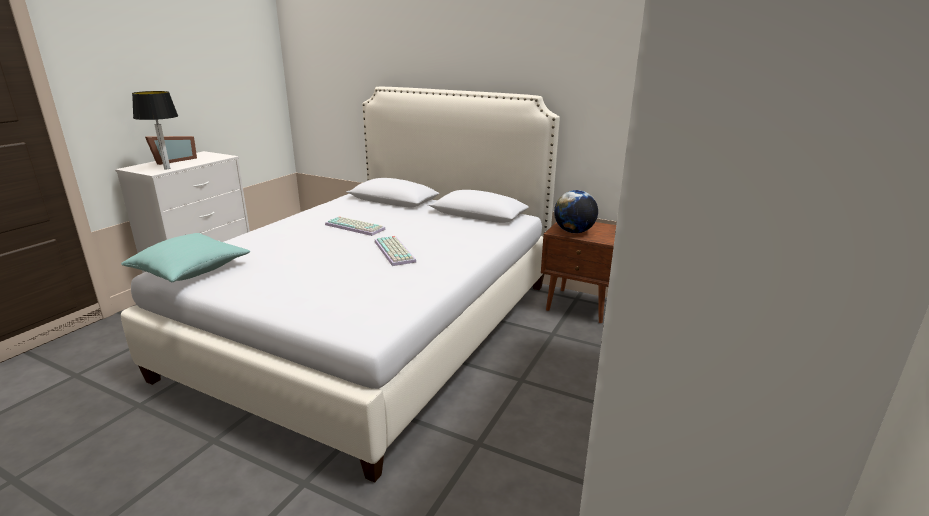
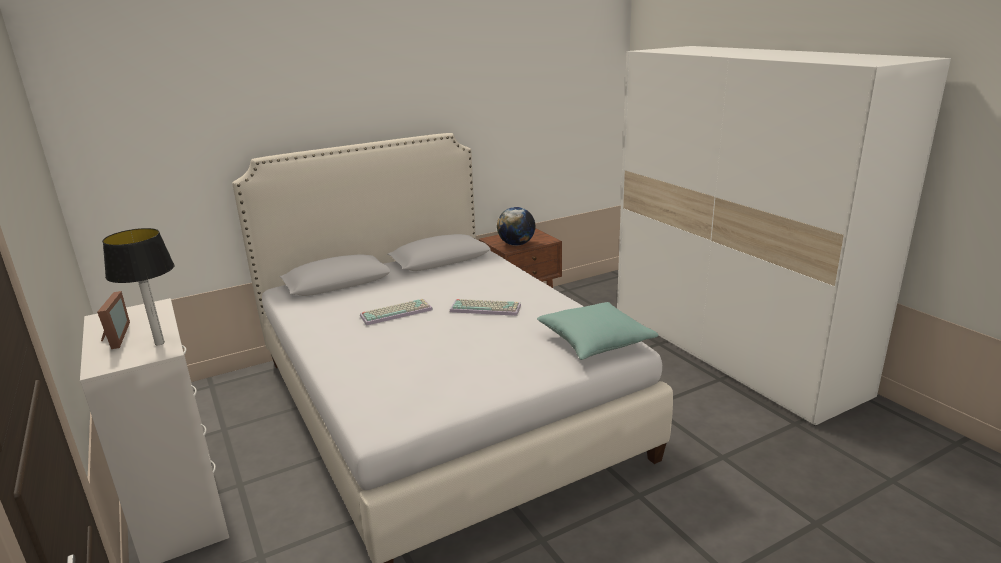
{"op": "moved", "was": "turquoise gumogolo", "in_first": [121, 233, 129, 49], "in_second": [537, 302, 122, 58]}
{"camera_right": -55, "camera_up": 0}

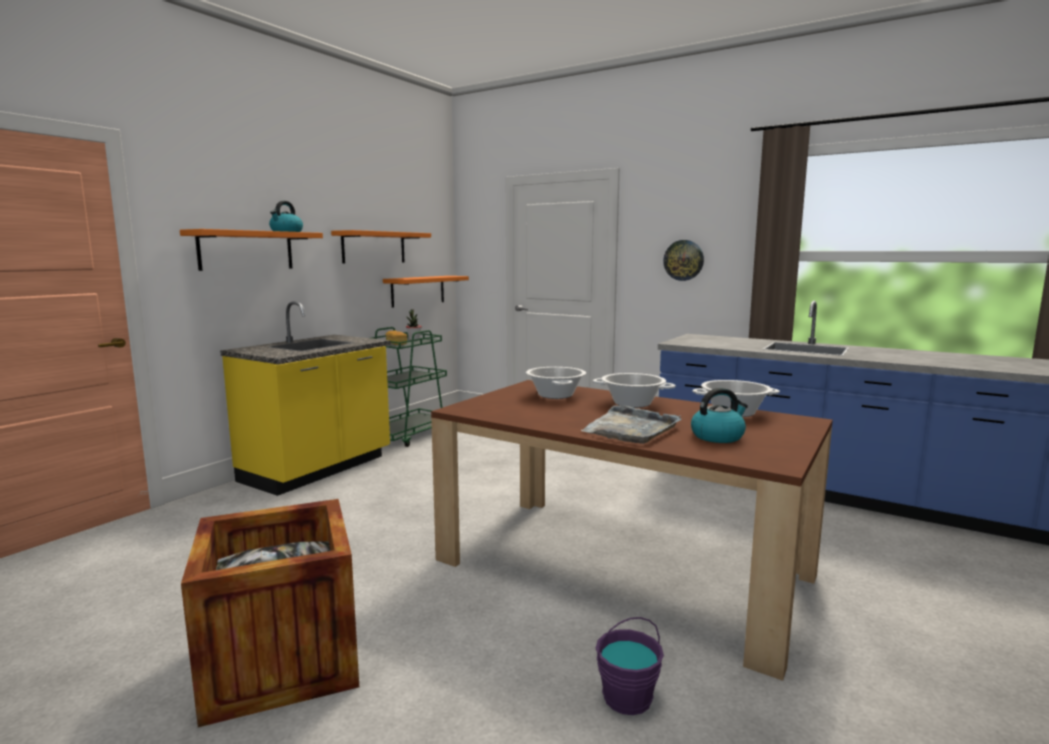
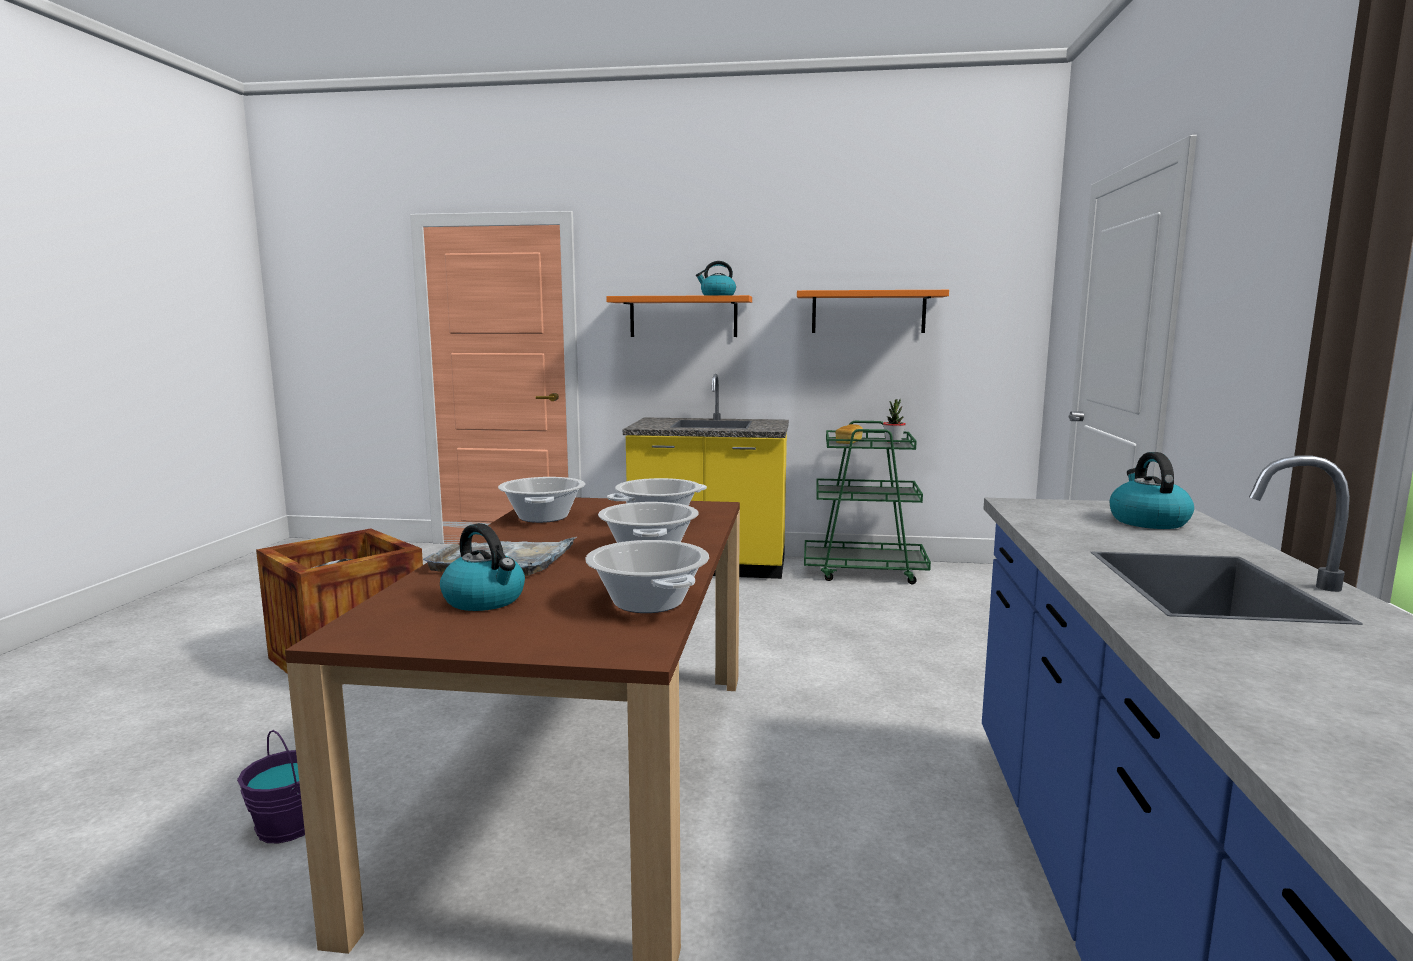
{"op": "removed", "was": "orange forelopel", "in_first": [383, 276, 86, 32]}
{"op": "removed", "was": "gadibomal", "in_first": [663, 240, 41, 41]}
{"op": "added", "now": "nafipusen", "in_second": [498, 477, 87, 46]}
{"op": "added", "now": "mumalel", "in_second": [1110, 452, 84, 77]}
{"camera_right": 65, "camera_up": 0}

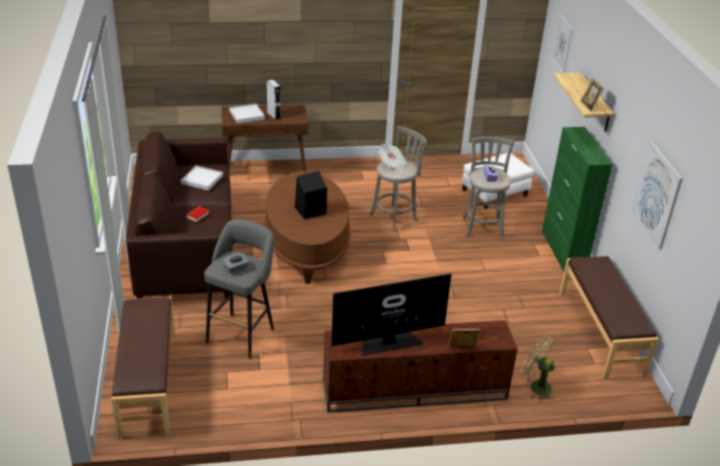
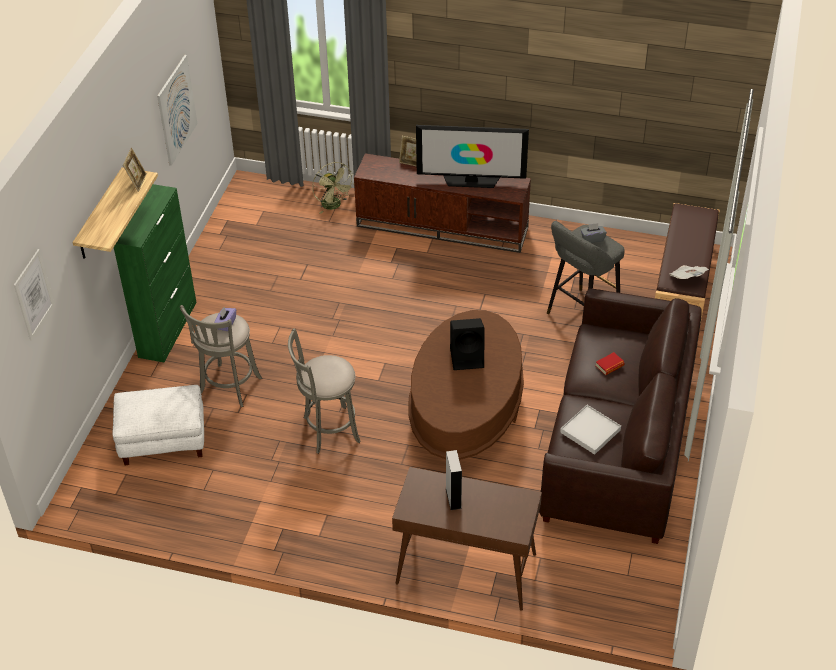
{"op": "removed", "was": "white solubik", "in_first": [229, 103, 36, 21]}
{"op": "removed", "was": "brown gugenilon", "in_first": [559, 256, 100, 124]}
{"op": "moved", "was": "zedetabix", "in_first": [378, 144, 29, 28], "in_second": [669, 265, 40, 14]}
{"camera_right": -155, "camera_up": 10}

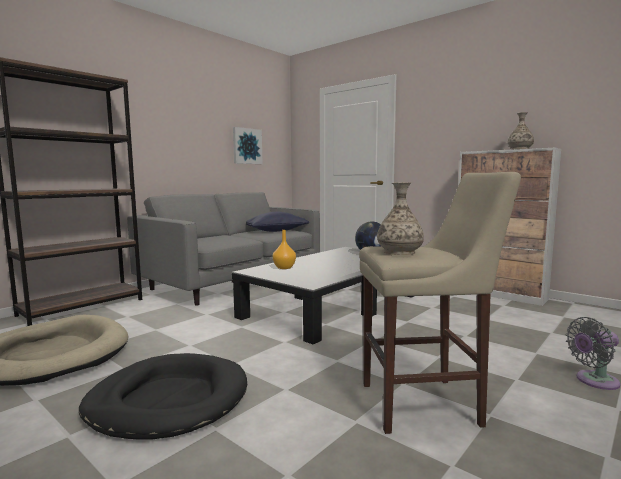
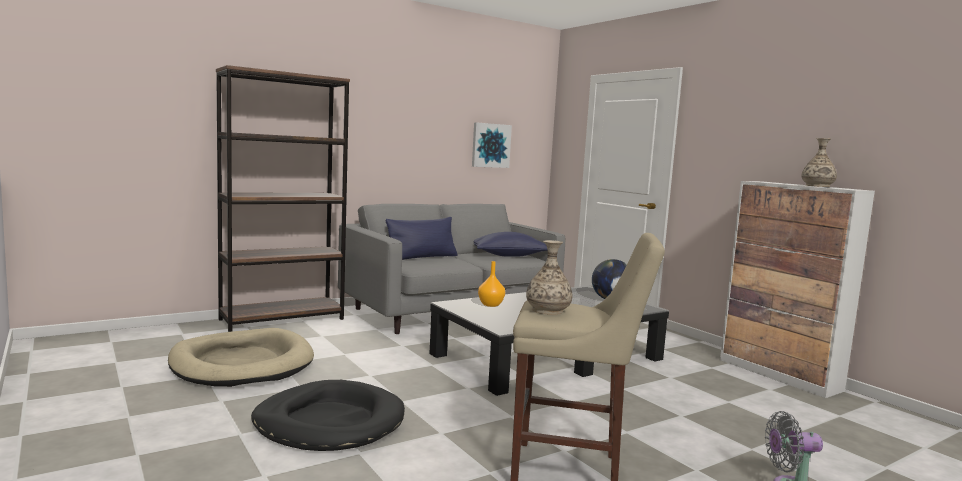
{"op": "added", "now": "blue gumogolo", "in_second": [386, 217, 72, 43]}
{"camera_right": 15, "camera_up": 0}

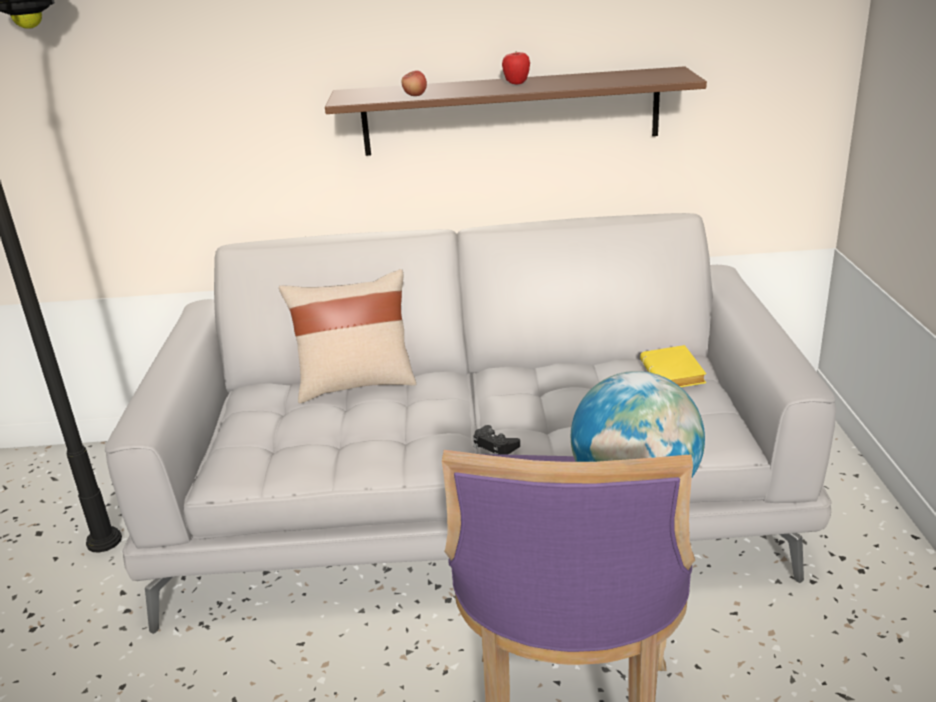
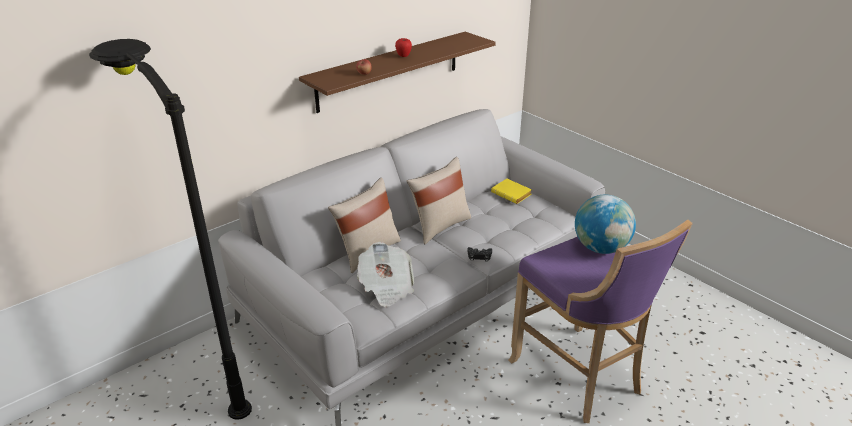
{"op": "added", "now": "zedetabix", "in_second": [357, 242, 57, 65]}
{"op": "added", "now": "beige gumogolo", "in_second": [407, 157, 64, 87]}
{"camera_right": -40, "camera_up": 5}

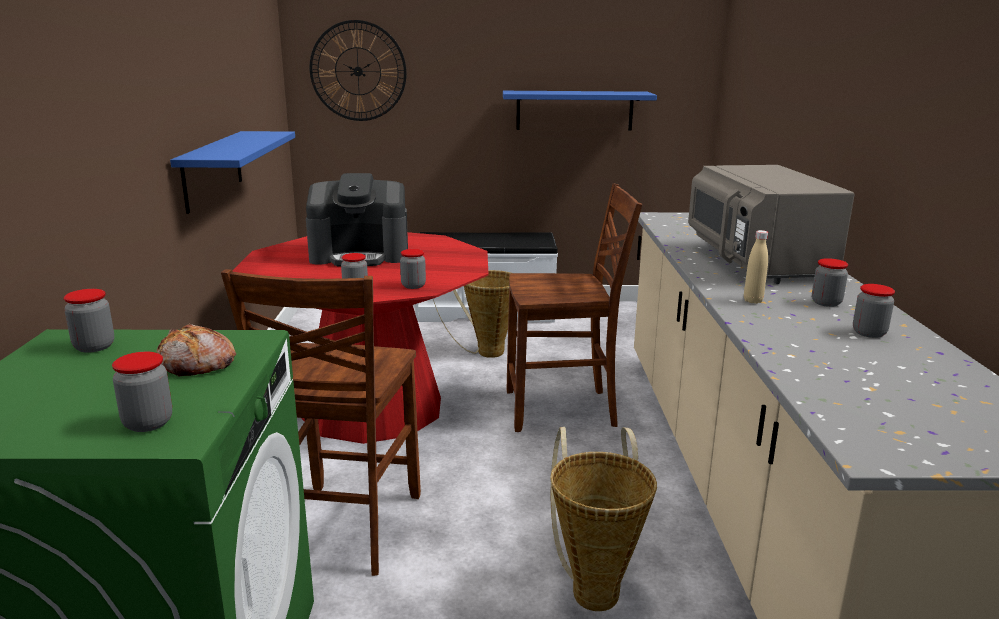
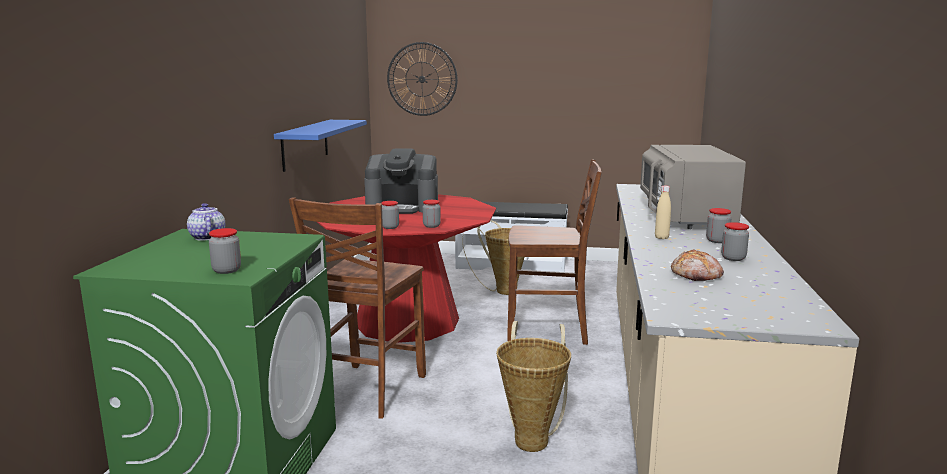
{"op": "removed", "was": "blue forelopel", "in_first": [503, 91, 154, 39]}
{"op": "moved", "was": "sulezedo", "in_first": [156, 324, 80, 53], "in_second": [671, 249, 53, 32]}
{"op": "replaced", "was": "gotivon", "now": "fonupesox", "in_first": [64, 289, 50, 64], "in_second": [187, 203, 38, 38]}
{"camera_right": 10, "camera_up": -5}

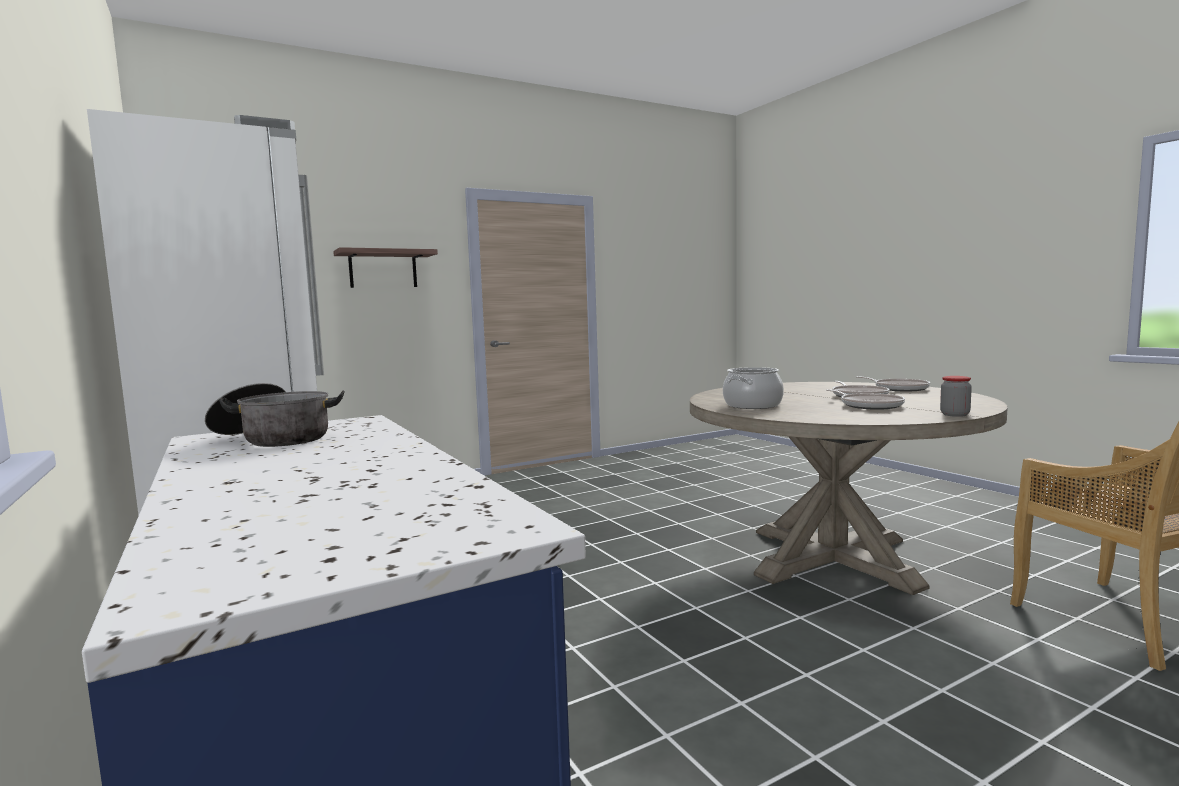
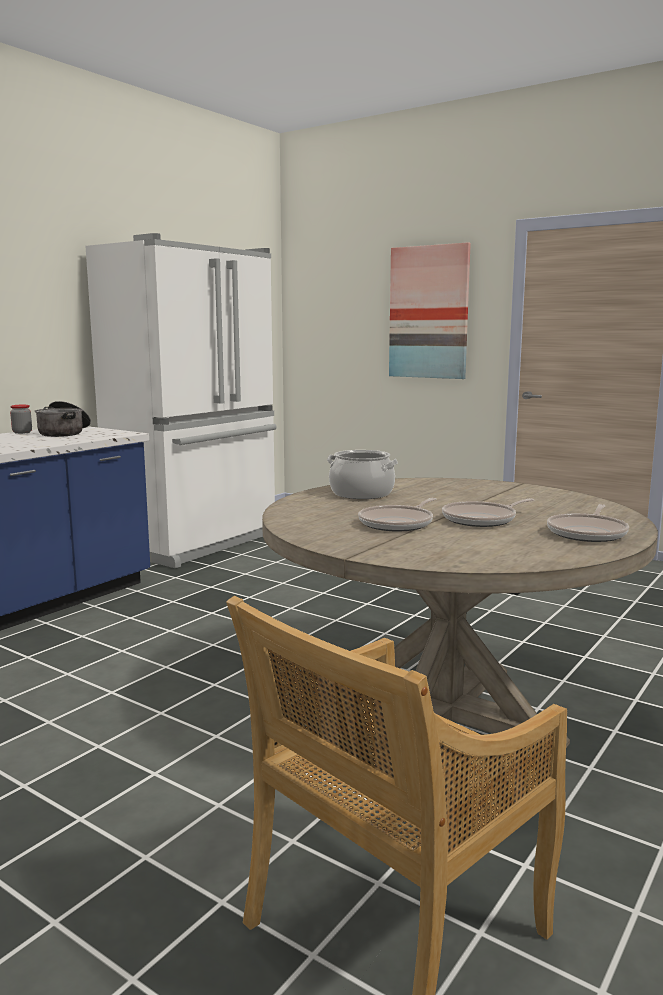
{"op": "moved", "was": "gotivon", "in_first": [940, 376, 32, 41], "in_second": [10, 405, 22, 29]}
{"op": "replaced", "was": "forelopel", "now": "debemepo", "in_first": [333, 247, 105, 41], "in_second": [389, 242, 82, 137]}
{"camera_right": 65, "camera_up": 5}

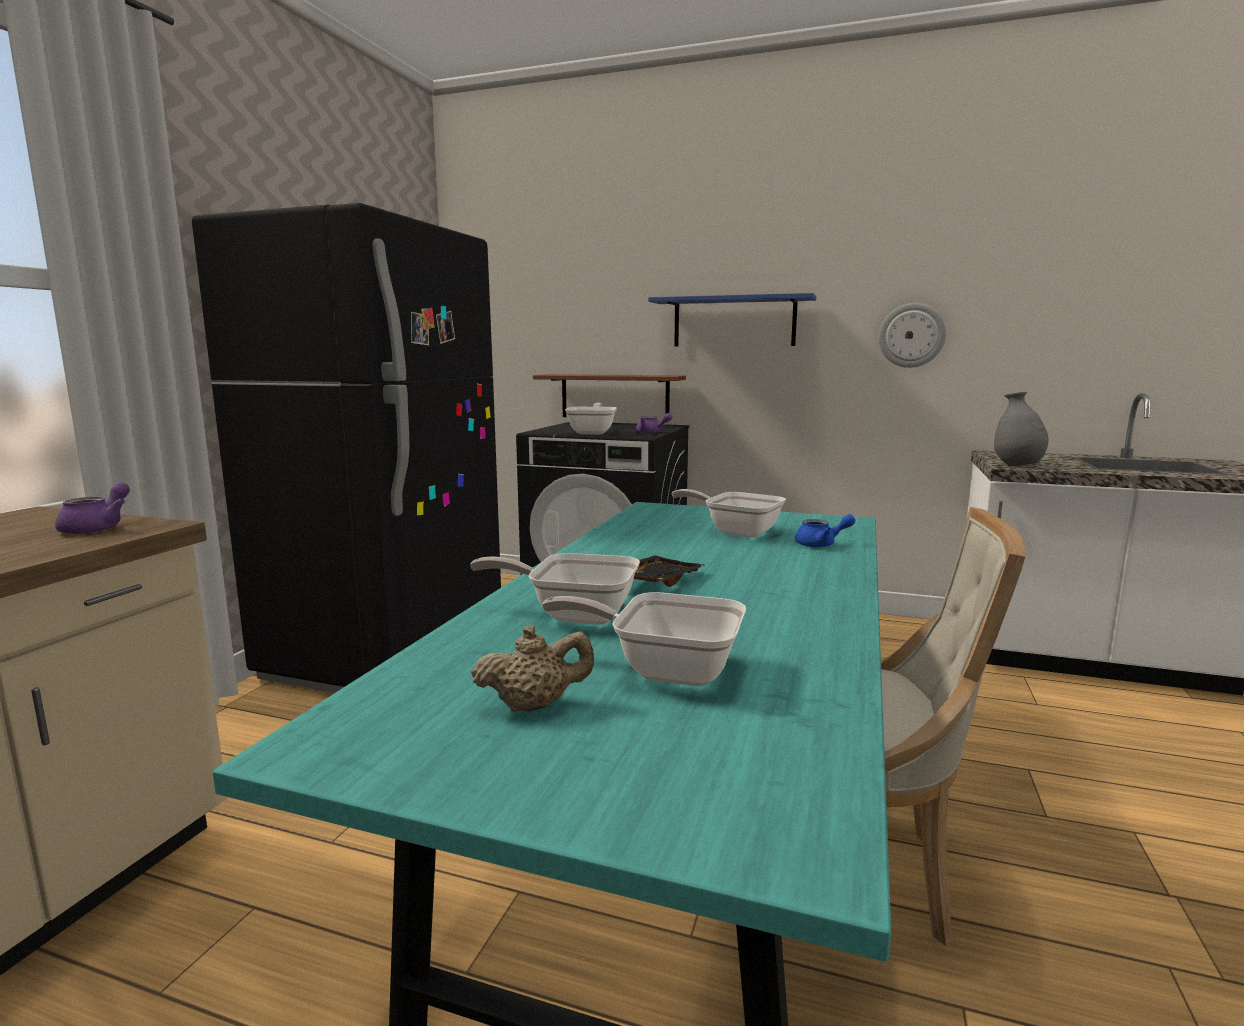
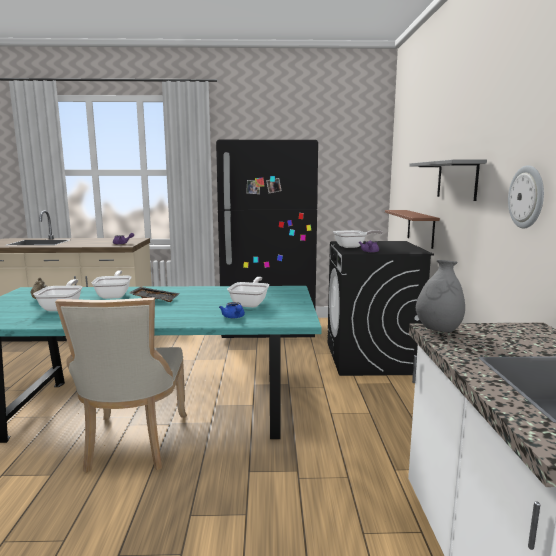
{"op": "recoloured", "was": "blue forelopel", "now": "grey forelopel", "in_first": [648, 293, 168, 53], "in_second": [410, 159, 77, 42]}
{"camera_right": 70, "camera_up": 0}

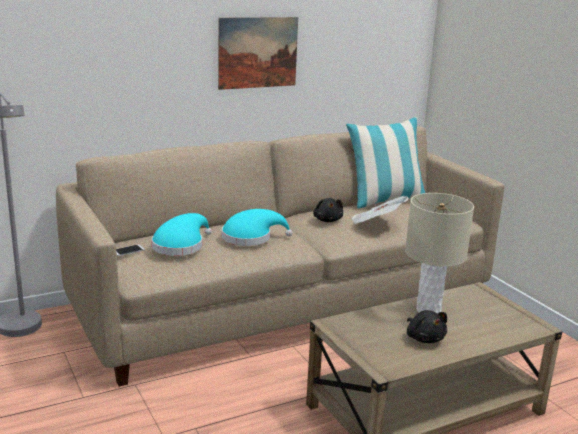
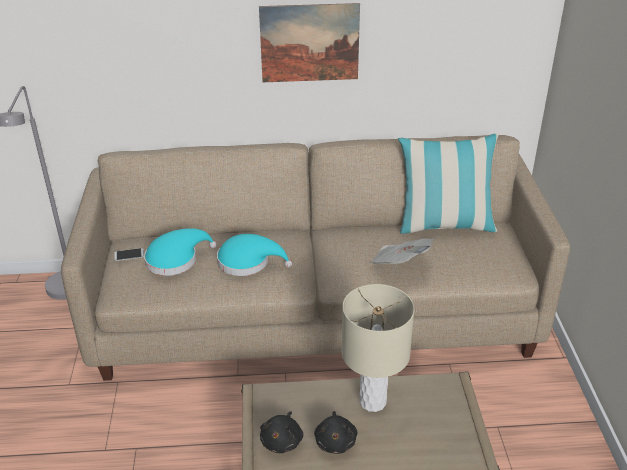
{"op": "moved", "was": "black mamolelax", "in_first": [313, 198, 30, 24], "in_second": [260, 411, 43, 42]}
{"camera_right": 25, "camera_up": 15}

